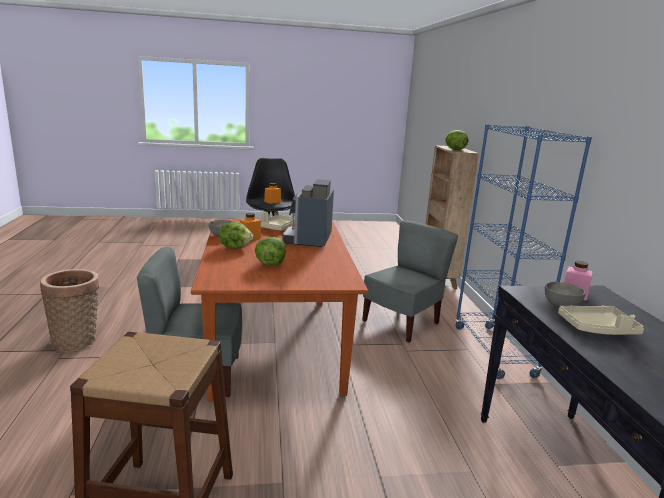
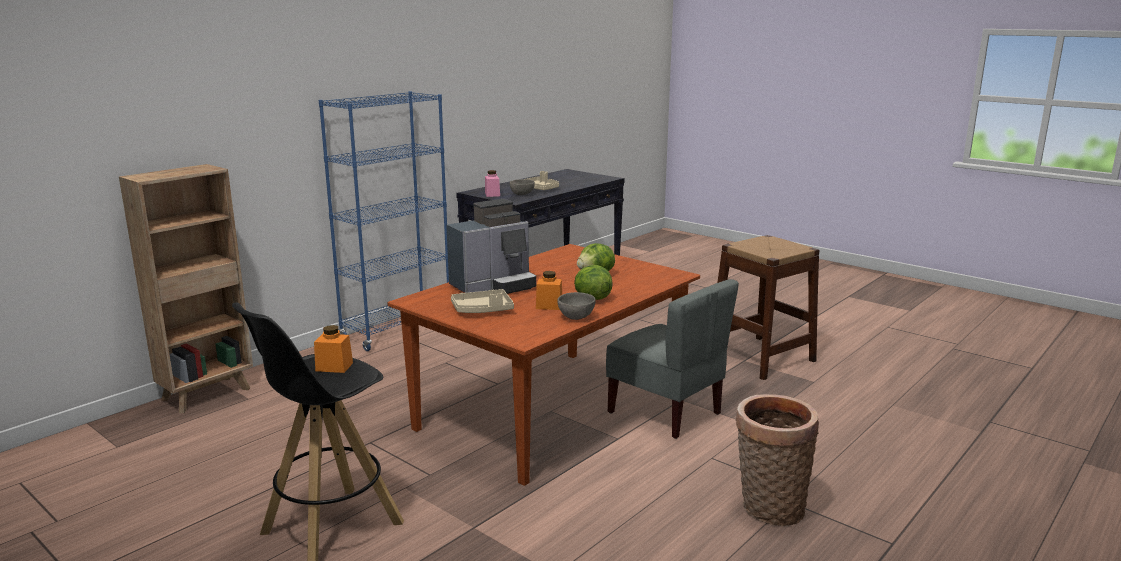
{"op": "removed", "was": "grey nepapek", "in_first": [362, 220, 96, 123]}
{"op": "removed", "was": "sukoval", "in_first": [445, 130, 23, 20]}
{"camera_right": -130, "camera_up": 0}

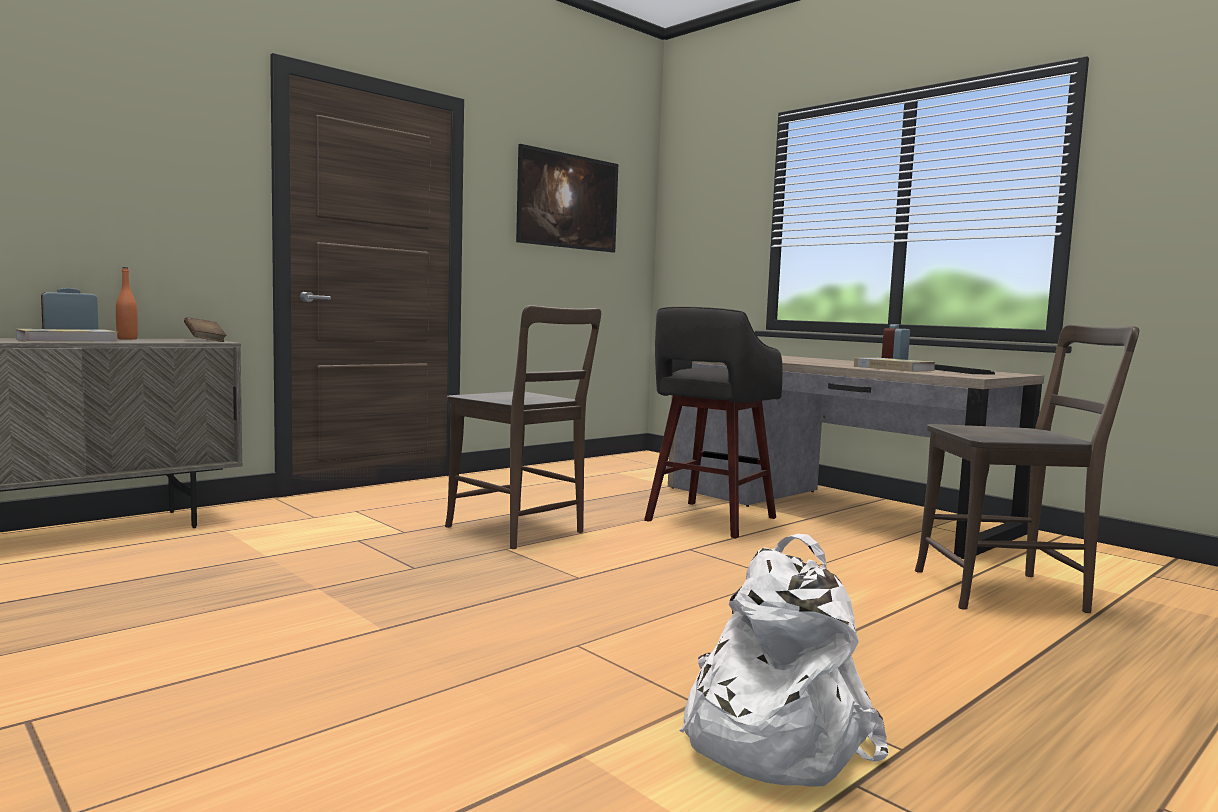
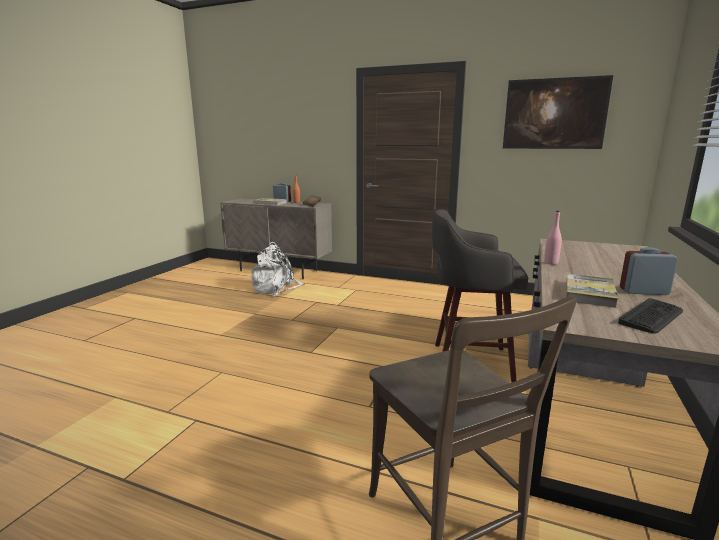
{"op": "removed", "was": "brown nepapek", "in_first": [445, 305, 156, 244]}
{"op": "added", "now": "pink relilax", "in_second": [544, 211, 18, 54]}
{"op": "moved", "was": "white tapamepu", "in_first": [679, 534, 210, 253], "in_second": [251, 242, 55, 54]}
{"camera_right": 65, "camera_up": 10}

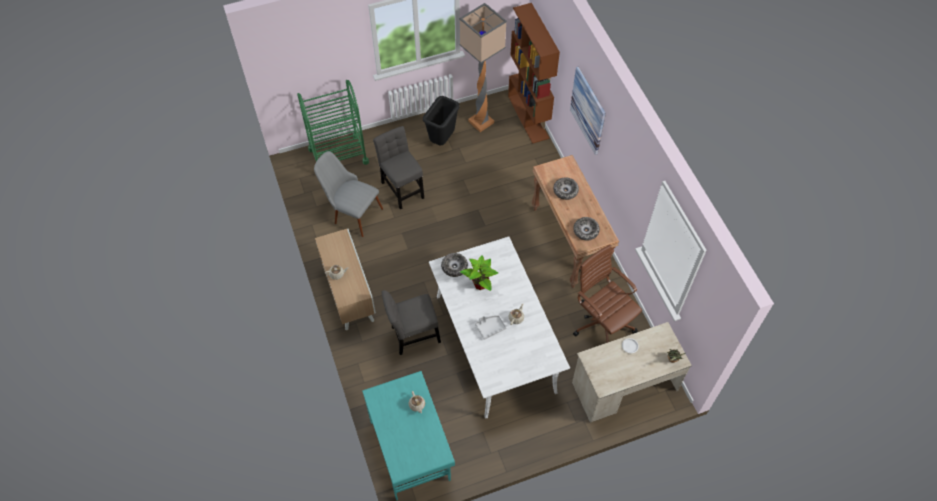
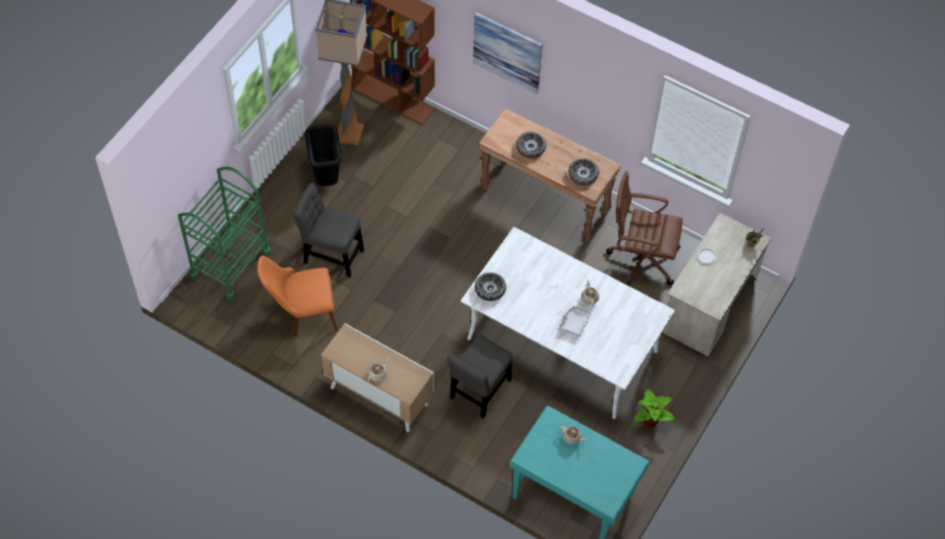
{"op": "moved", "was": "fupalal", "in_first": [460, 255, 38, 36], "in_second": [634, 389, 41, 38]}
{"op": "recoloured", "was": "grey nepapek", "now": "orange nepapek", "in_first": [314, 151, 69, 86], "in_second": [257, 256, 81, 81]}
{"camera_right": -40, "camera_up": 0}

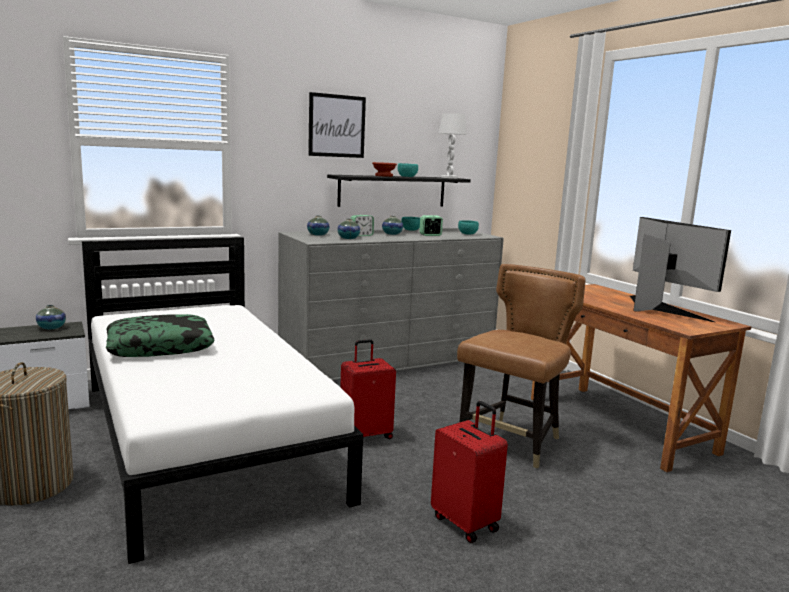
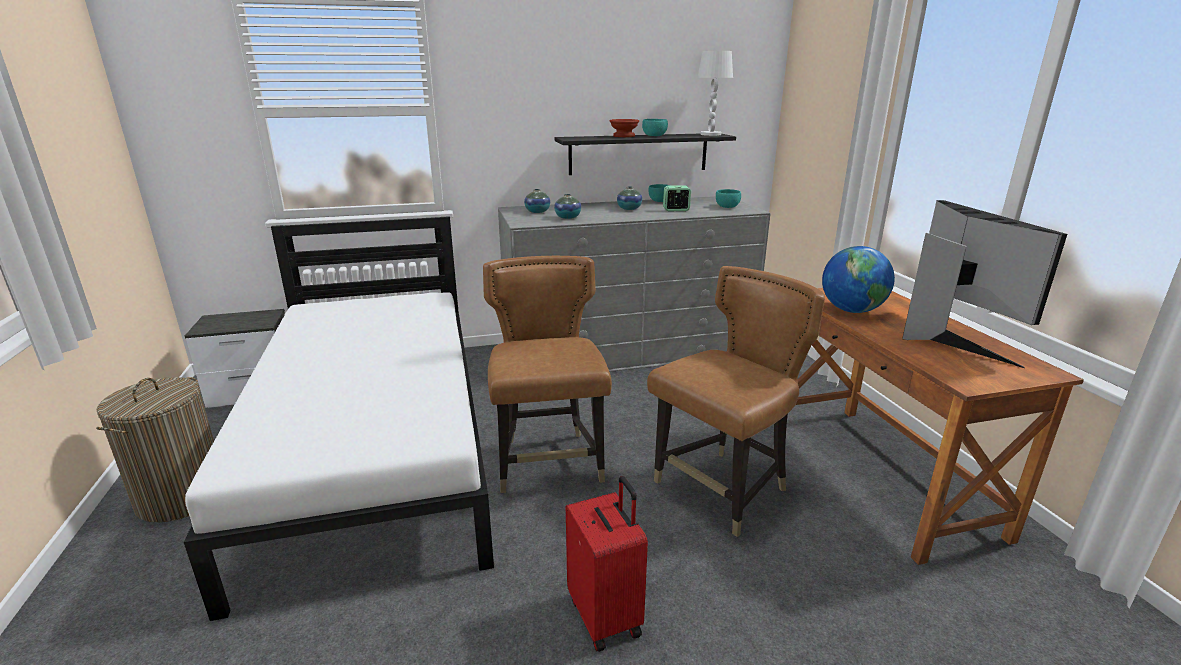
{"op": "removed", "was": "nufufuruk", "in_first": [36, 305, 30, 24]}
{"op": "removed", "was": "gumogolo", "in_first": [106, 314, 109, 43]}
{"op": "removed", "was": "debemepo", "in_first": [308, 92, 58, 66]}
{"op": "removed", "was": "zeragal", "in_first": [350, 215, 24, 21]}
{"op": "added", "now": "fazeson", "in_second": [822, 246, 73, 67]}
{"op": "replaced", "was": "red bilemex", "now": "brown nepapek", "in_first": [340, 339, 56, 100], "in_second": [483, 256, 129, 237]}
{"camera_right": 15, "camera_up": 10}

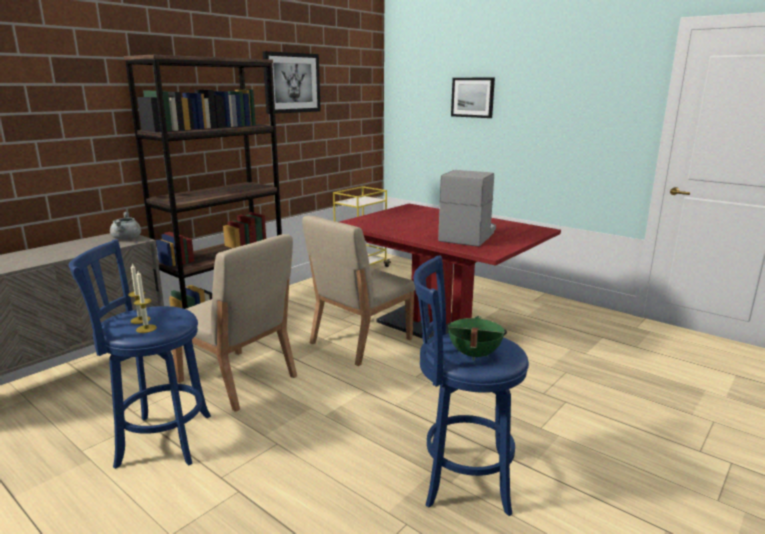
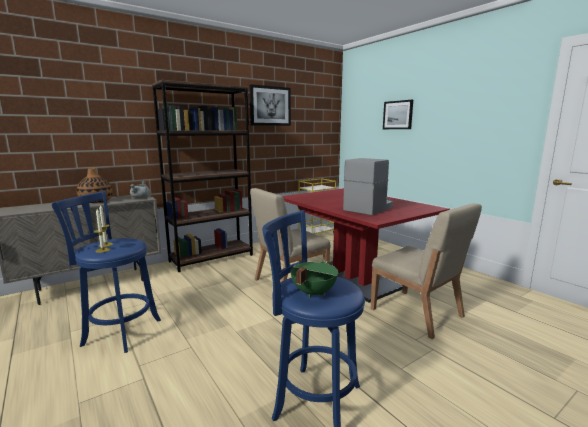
{"op": "added", "now": "nufufuruk", "in_second": [77, 168, 35, 35]}
{"op": "moved", "was": "beige nepapek", "in_first": [172, 234, 125, 178], "in_second": [371, 203, 111, 136]}
{"camera_right": 15, "camera_up": -5}

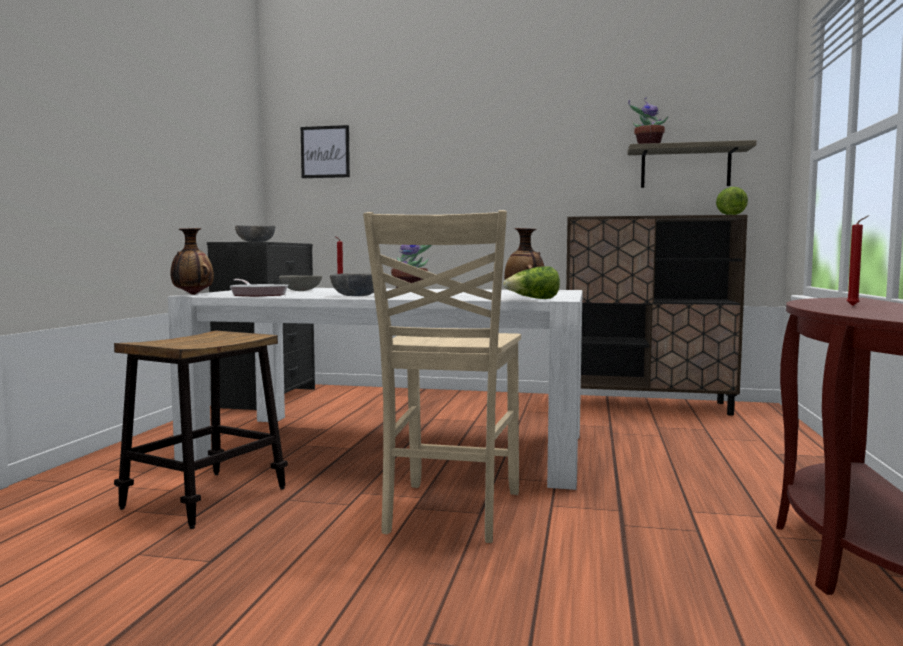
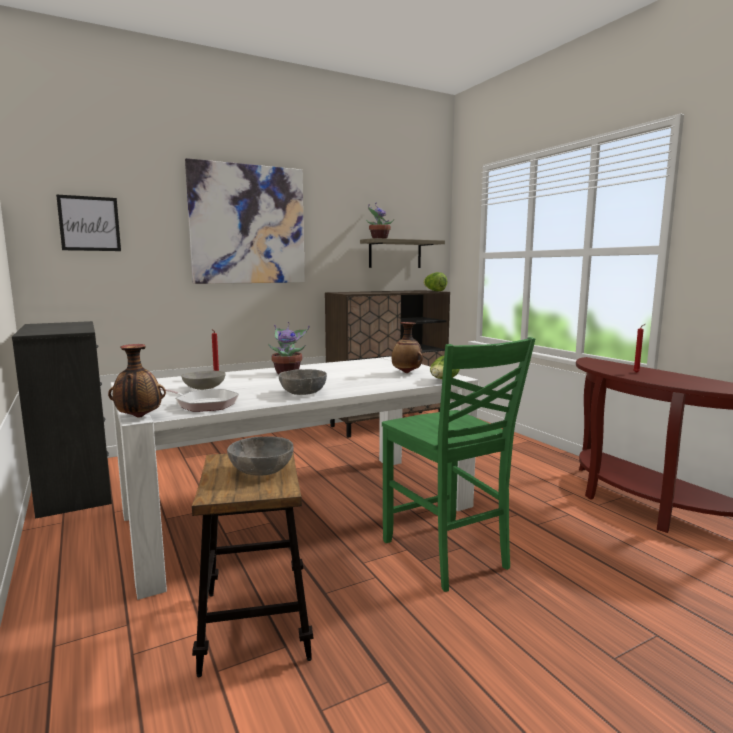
{"op": "added", "now": "debemepo", "in_second": [185, 158, 120, 126]}
{"op": "moved", "was": "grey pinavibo", "in_first": [235, 225, 40, 17], "in_second": [227, 436, 67, 40]}
{"op": "recoloured", "was": "beige nepapek", "now": "green nepapek", "in_first": [363, 210, 158, 333], "in_second": [382, 337, 153, 255]}
{"camera_right": -40, "camera_up": 5}

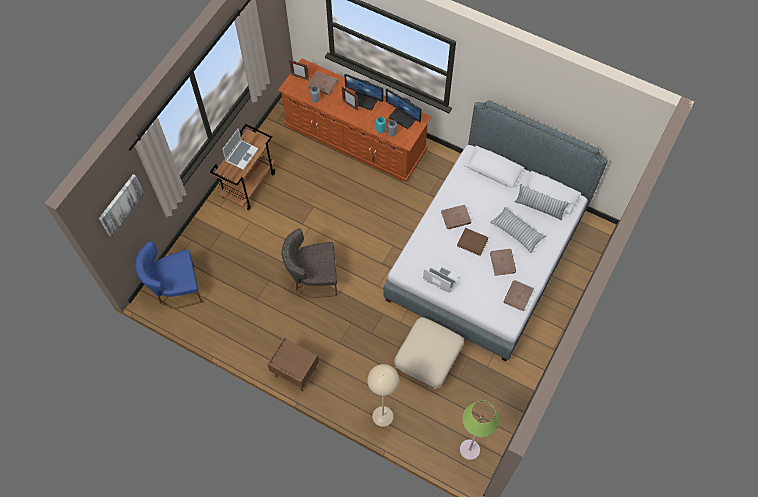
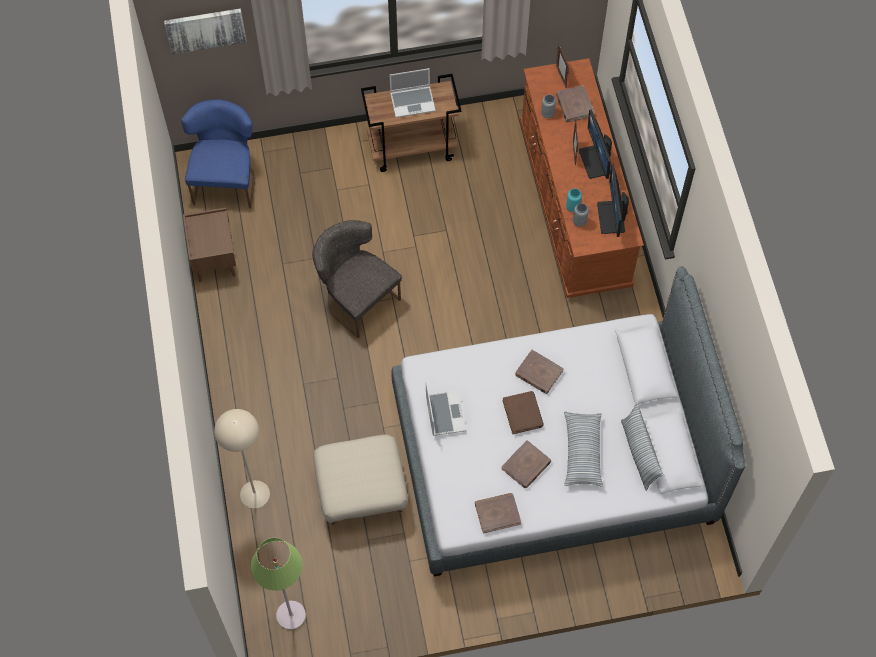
{"op": "moved", "was": "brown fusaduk", "in_first": [267, 337, 52, 55], "in_second": [183, 207, 53, 75]}
{"op": "turned", "was": "blue nepapek", "in_first": [135, 241, 67, 68], "in_second": [181, 99, 74, 110], "clockwise": 60}
{"camera_right": 50, "camera_up": 0}

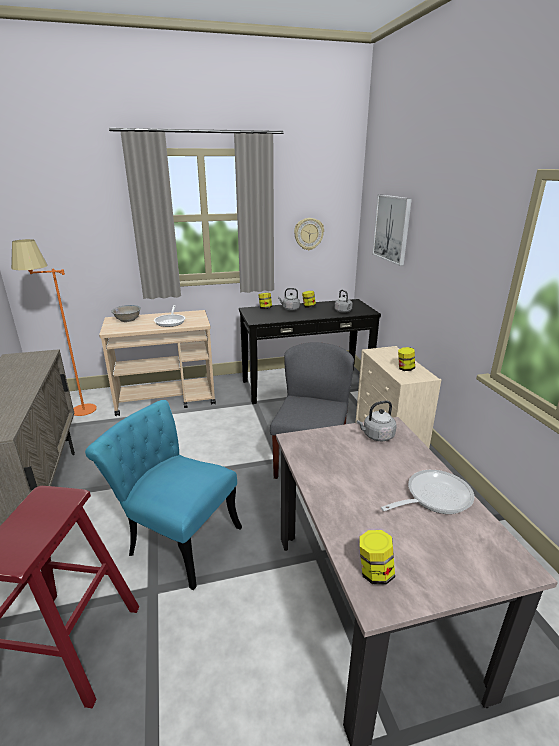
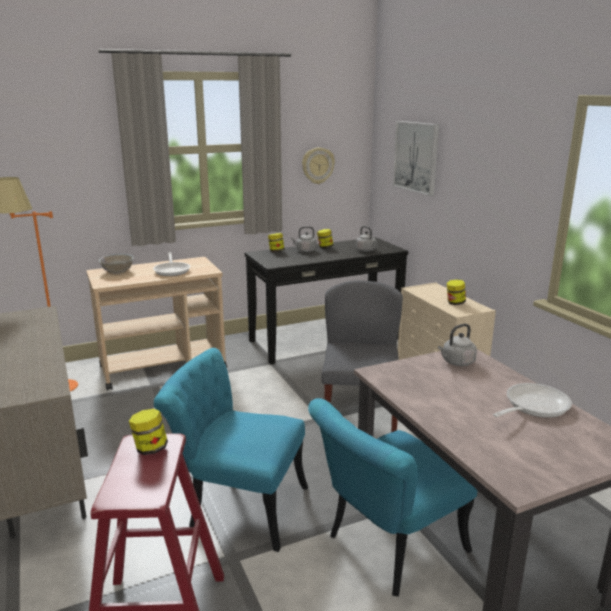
{"op": "added", "now": "turquoise nepapek", "in_second": [308, 398, 169, 199]}
{"op": "moved", "was": "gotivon", "in_first": [359, 530, 36, 55], "in_second": [129, 409, 39, 46]}
{"camera_right": -10, "camera_up": -5}

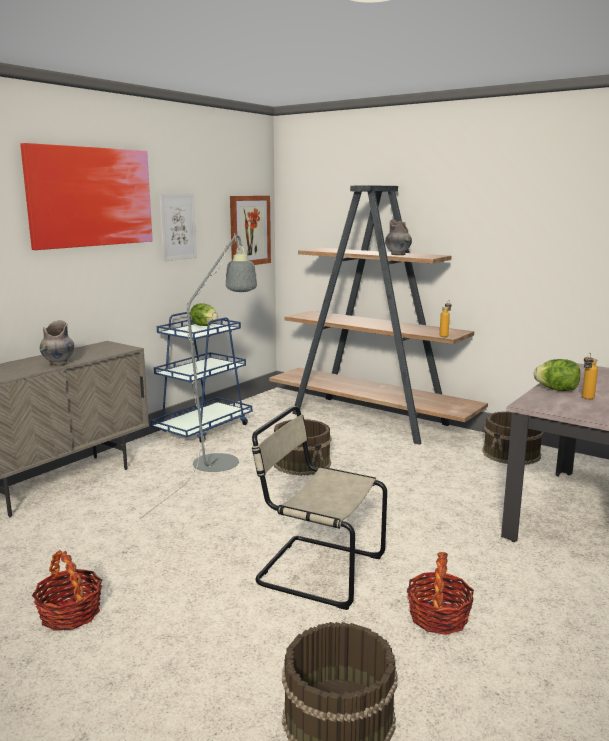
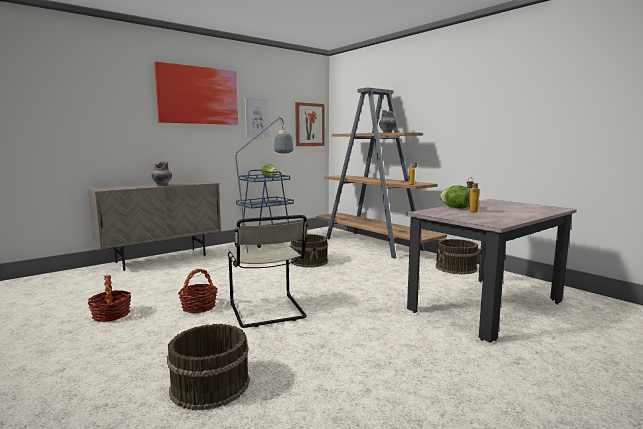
{"op": "moved", "was": "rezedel", "in_first": [407, 552, 67, 83], "in_second": [178, 269, 39, 44]}
{"op": "turned", "was": "beige nepapek", "in_first": [252, 406, 135, 204], "in_second": [228, 215, 80, 113], "clockwise": -150}
{"camera_right": 15, "camera_up": -5}

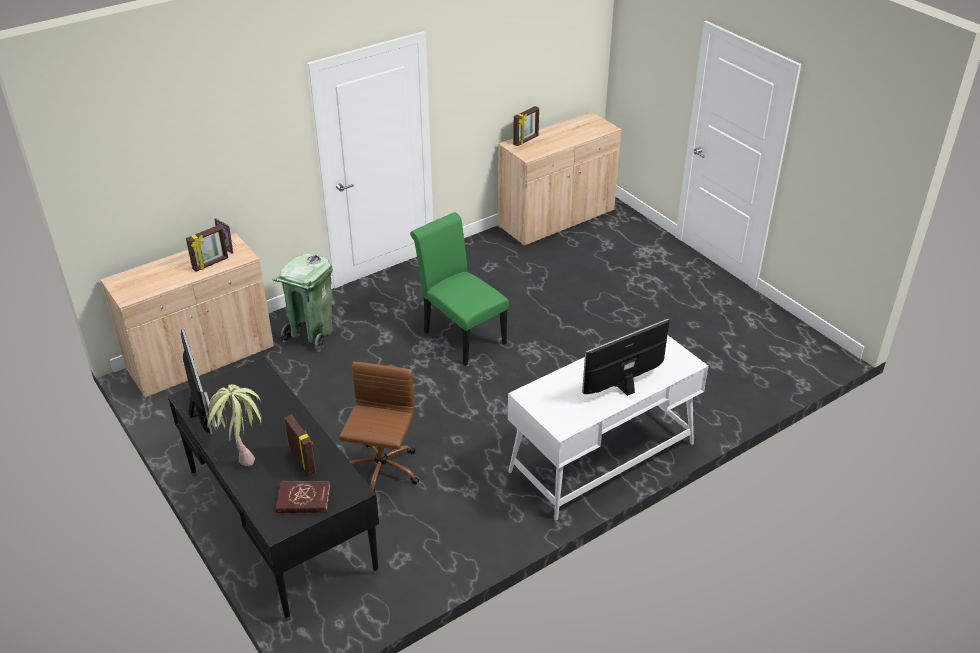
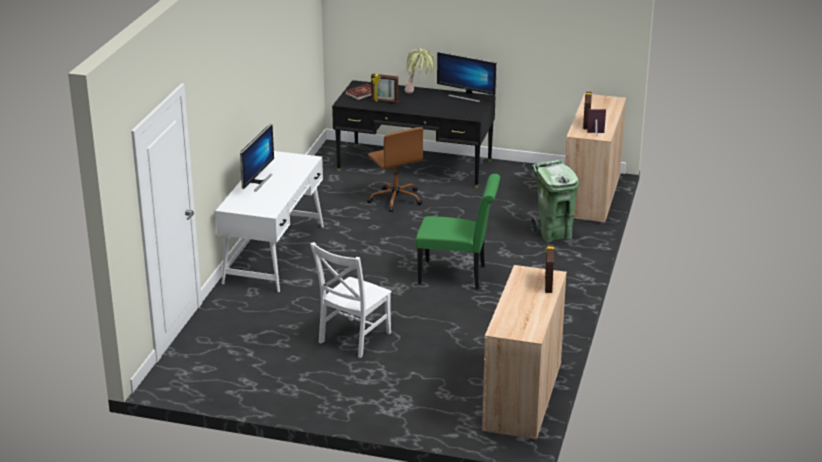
{"op": "added", "now": "white nepapek", "in_second": [310, 242, 82, 116]}
{"camera_right": 140, "camera_up": -10}

